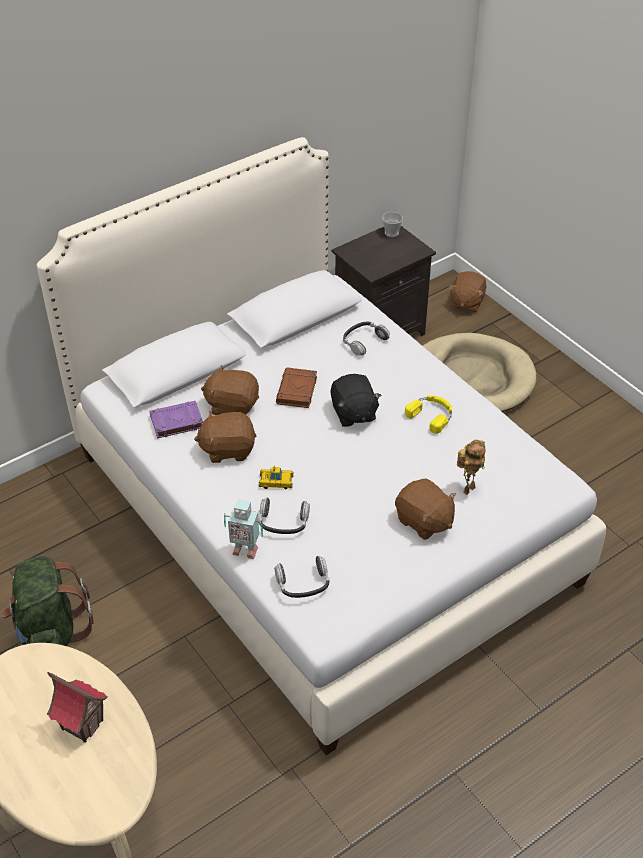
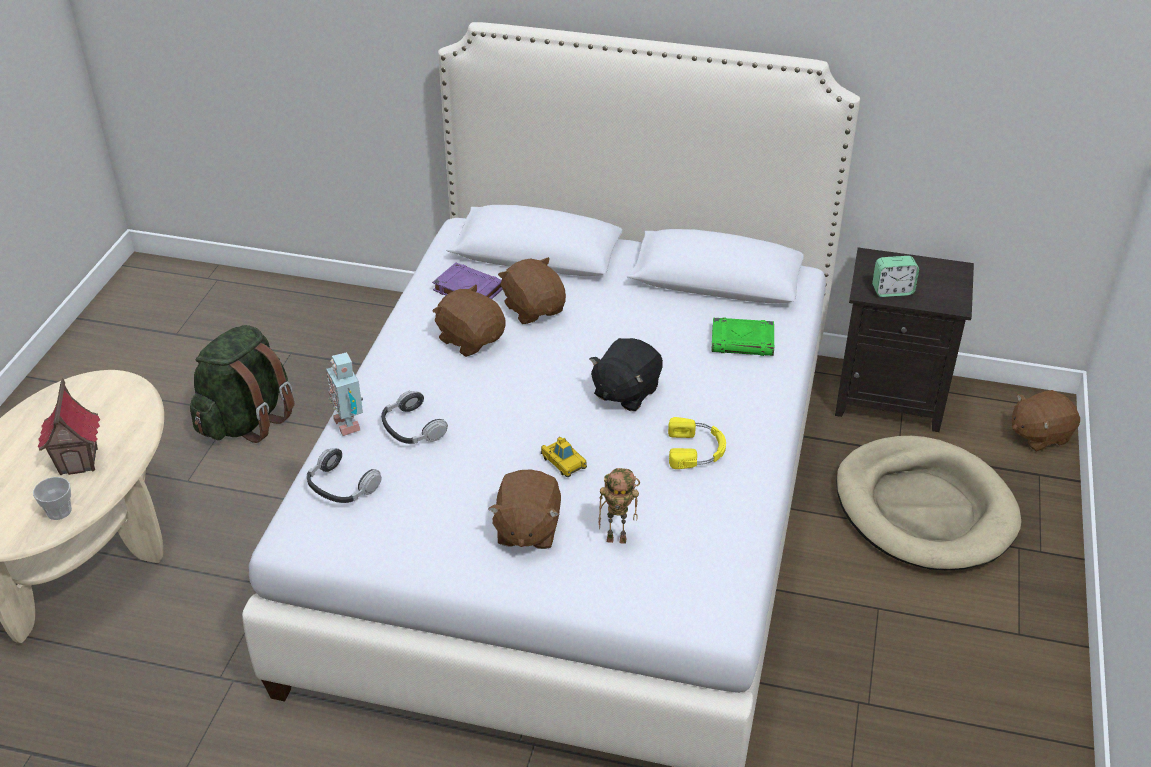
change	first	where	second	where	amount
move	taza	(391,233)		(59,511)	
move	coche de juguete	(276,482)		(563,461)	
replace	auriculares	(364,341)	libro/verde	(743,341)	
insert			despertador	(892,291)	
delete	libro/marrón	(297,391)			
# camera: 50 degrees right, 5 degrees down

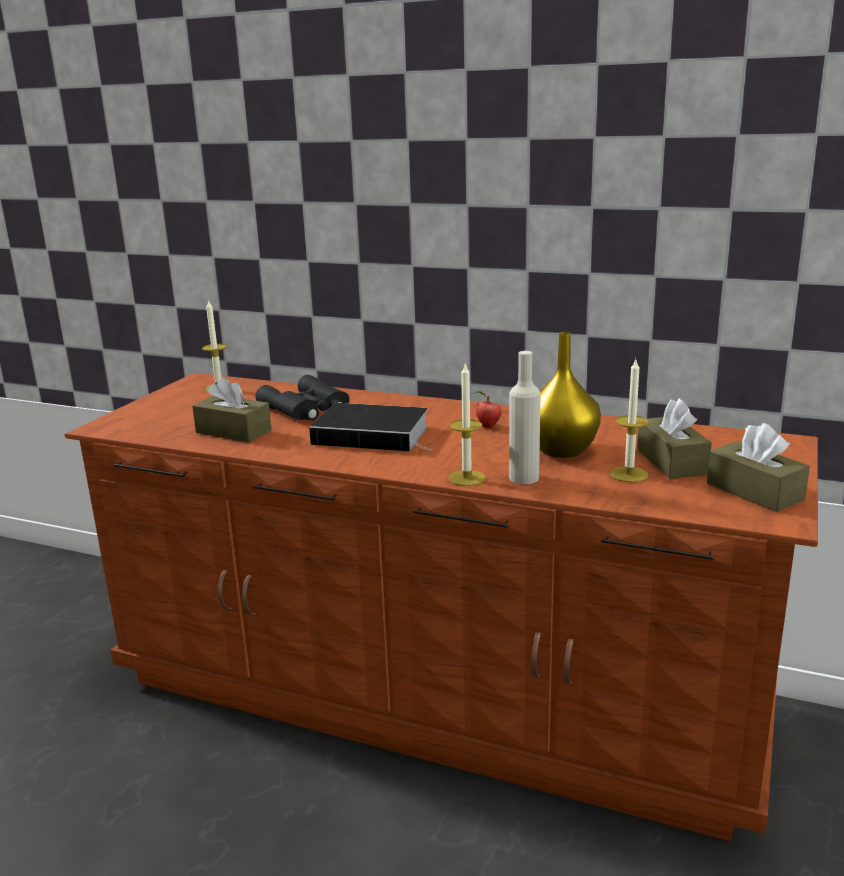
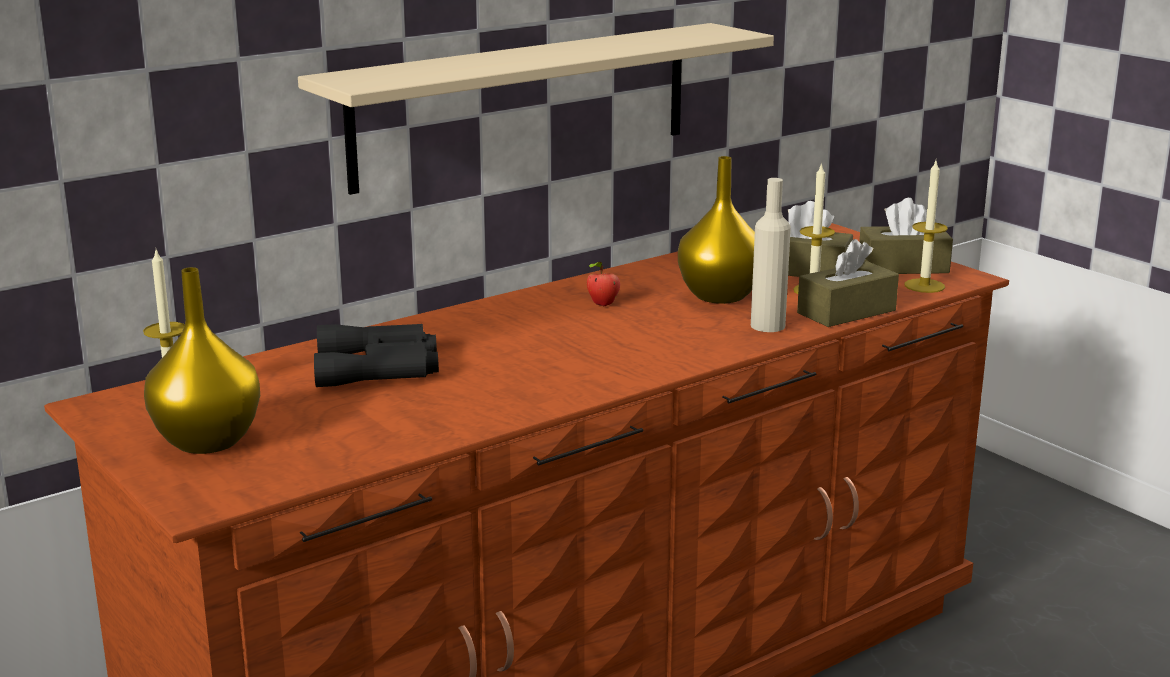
change	first	where	second	where	amount
insert			florero/amarillo	(205,442)	
insert			estante/beis	(524,104)	
move	caja de pañuelos/marrón	(233,432)		(846,312)	
move	vela	(467,478)		(924,286)	
delete	libro	(374,434)			
# camera: 60 degrees left, 0 degrees up

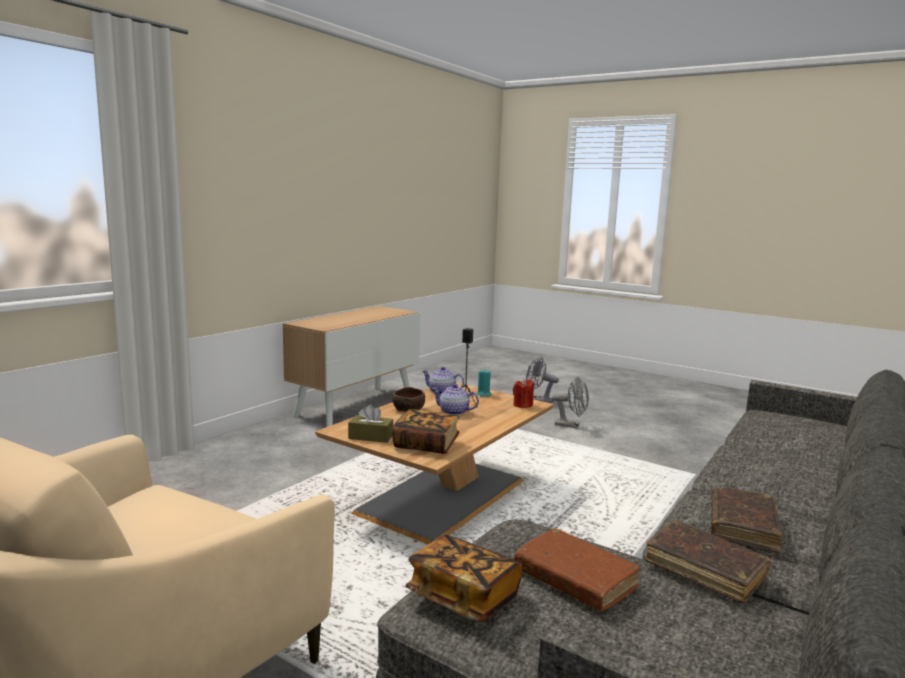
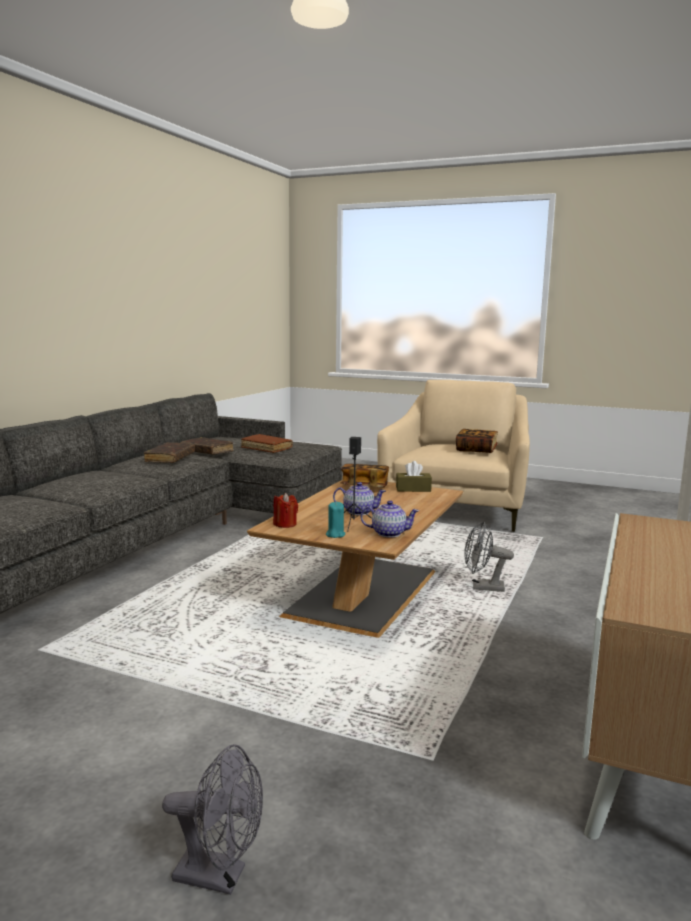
change	first	where	second	where	amount
move	libro	(463,597)		(476,450)	
move	ventilador/gris	(571,425)		(482,587)	
delete	cuenco/marrón	(408,409)			
# camera: 170 degrees right, 0 degrees up

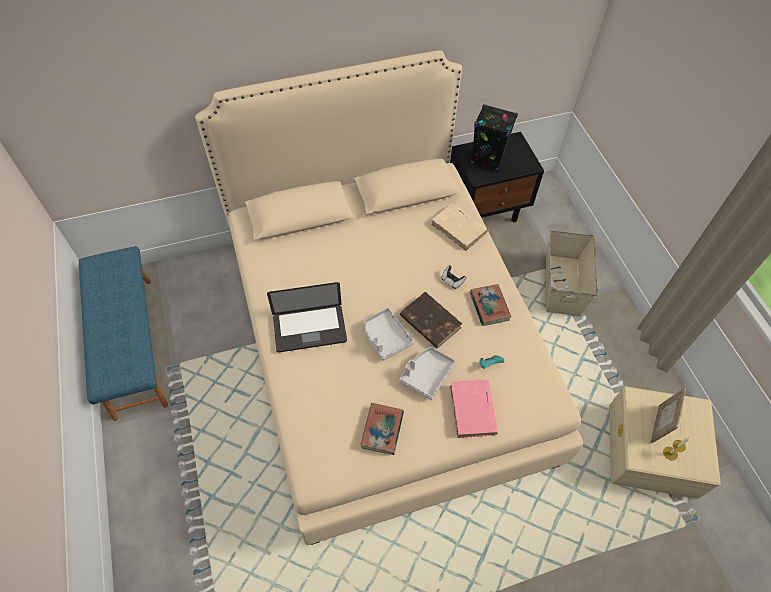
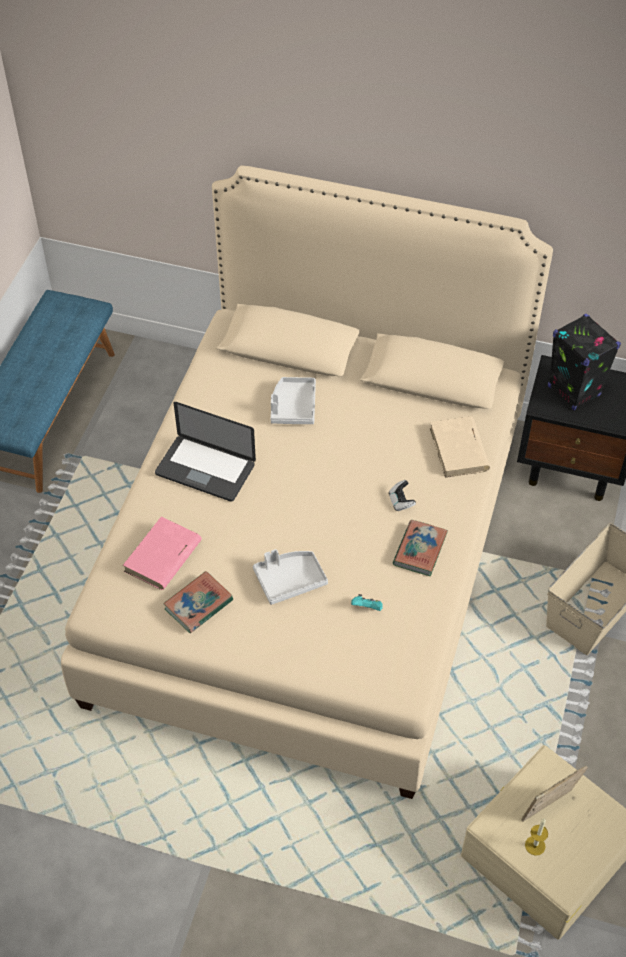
change	first	where	second	where	amount
move	libro/rosa	(473,410)		(162,557)	
move	bandeja/gris	(386,337)		(293,407)	
delete	libro/marrón	(429,321)			
# camera: 35 degrees right, 5 degrees down

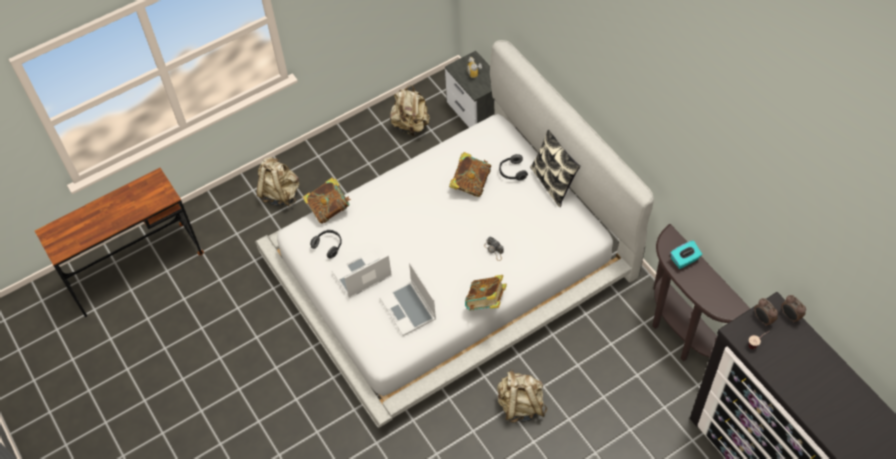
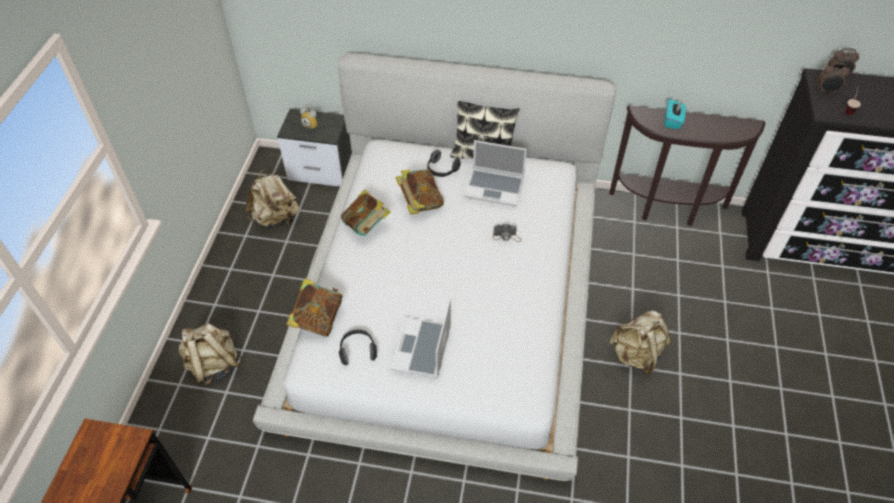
change	first	where	second	where	amount
move	libro	(485,302)		(366,226)	
move	portátil	(409,309)		(495,188)	
# camera: 50 degrees left, 5 degrees down

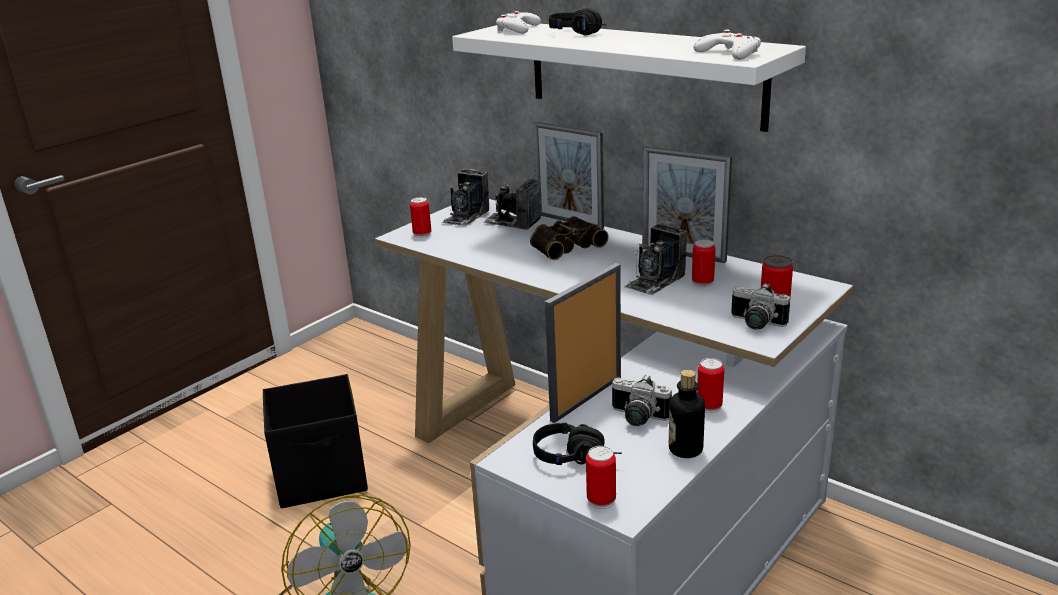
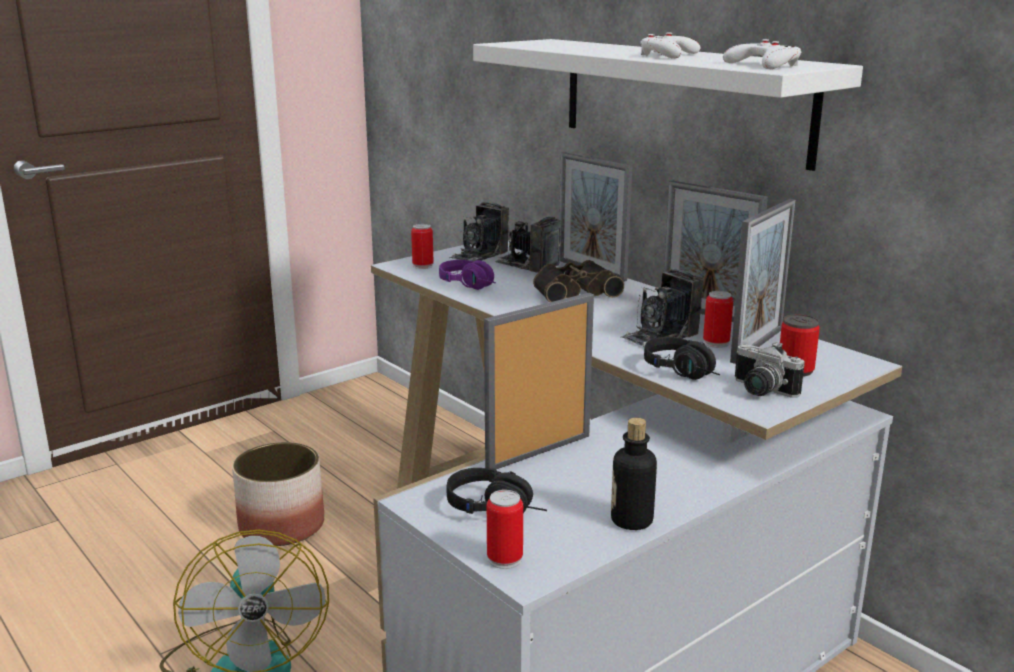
change	first	where	second	where	amount
replace	caja de almacenaje/negro	(323,476)	maceta	(282,526)	
insert			auriculares/morado	(472,285)	
move	mando de consola/blanco	(518,29)		(668,55)	
move	auriculares/negro	(581,33)		(686,373)	
insert			portarretratos	(757,345)	
delete	cámara	(637,418)			
delete	lata	(709,406)			
# camera: 10 degrees right, 5 degrees down

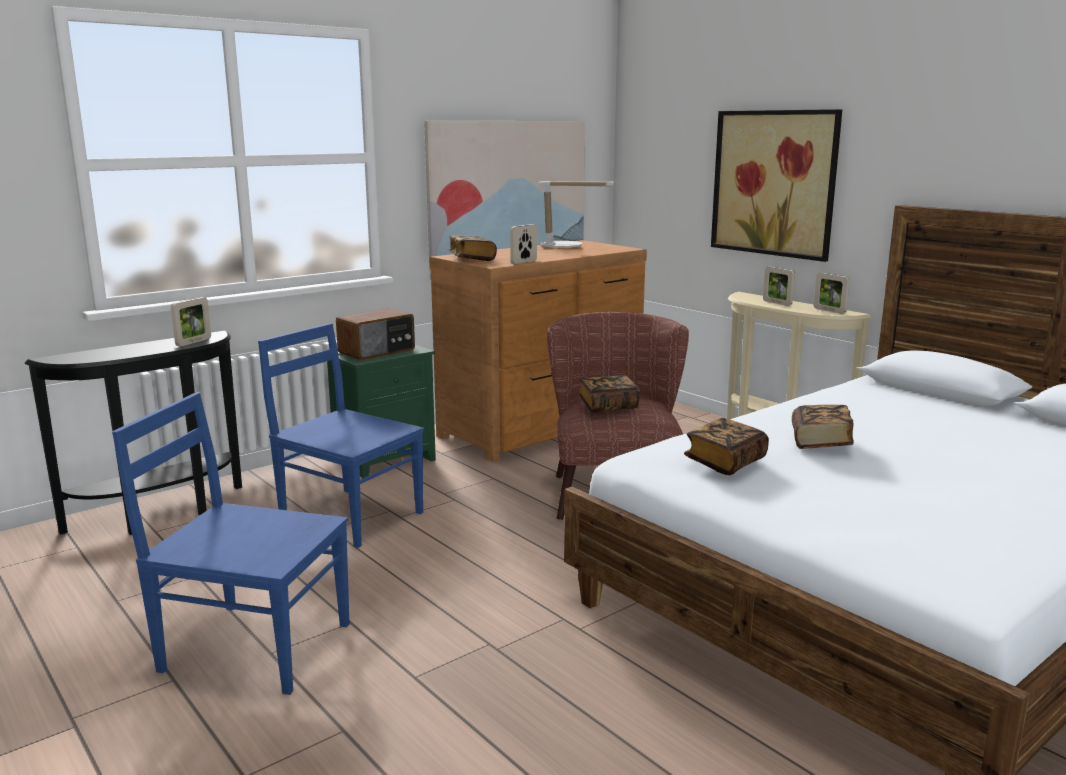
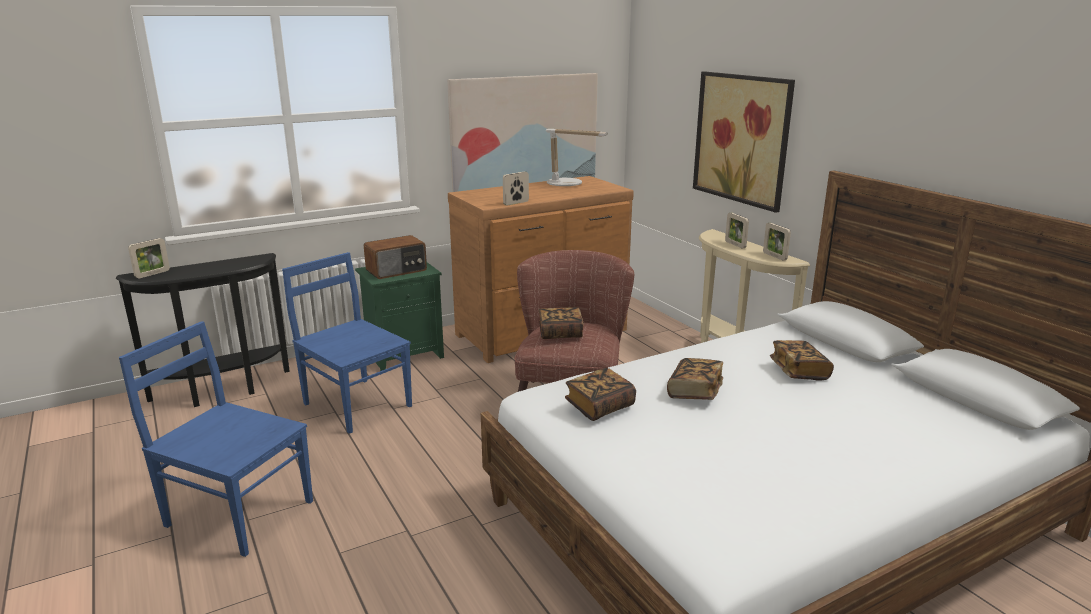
change	first	where	second	where	amount
move	portarretratos	(193,342)		(152,274)	
move	libro	(472,259)		(799,371)	
# camera: 10 degrees right, 5 degrees up

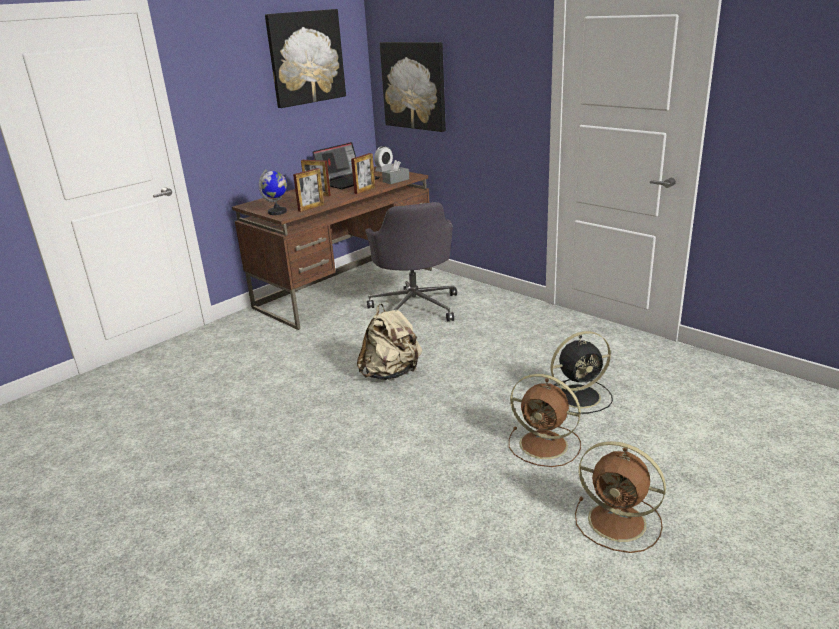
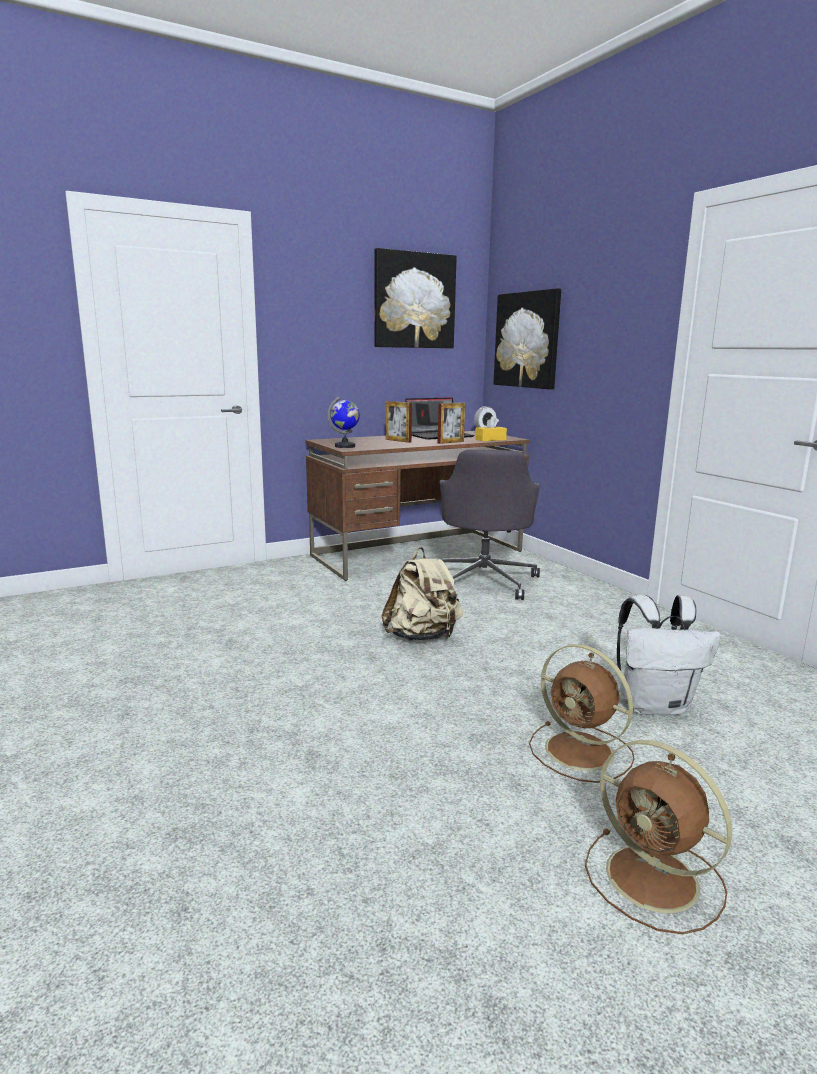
change	first	where	second	where	amount
recolor	caja de pañuelos/gris	(396,180)	caja de pañuelos/amarillo	(490,439)	
replace	ventilador/negro	(580,396)	mochila/blanco	(655,705)	
delete	portarretratos	(311,208)			
# camera: 15 degrees right, 10 degrees down

